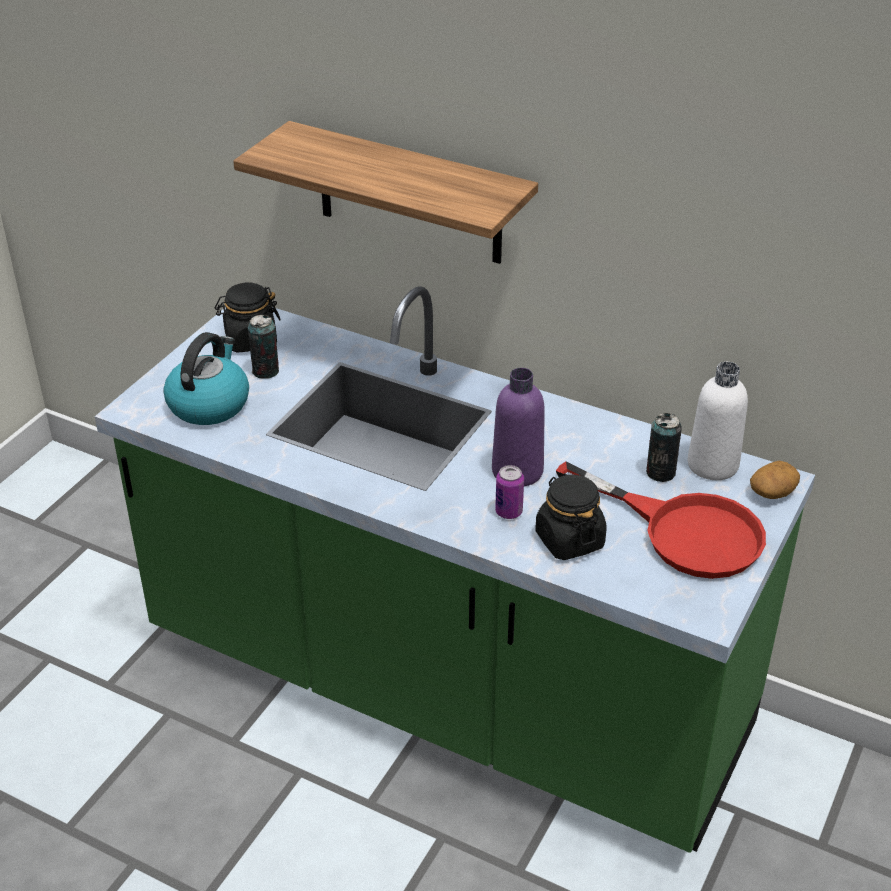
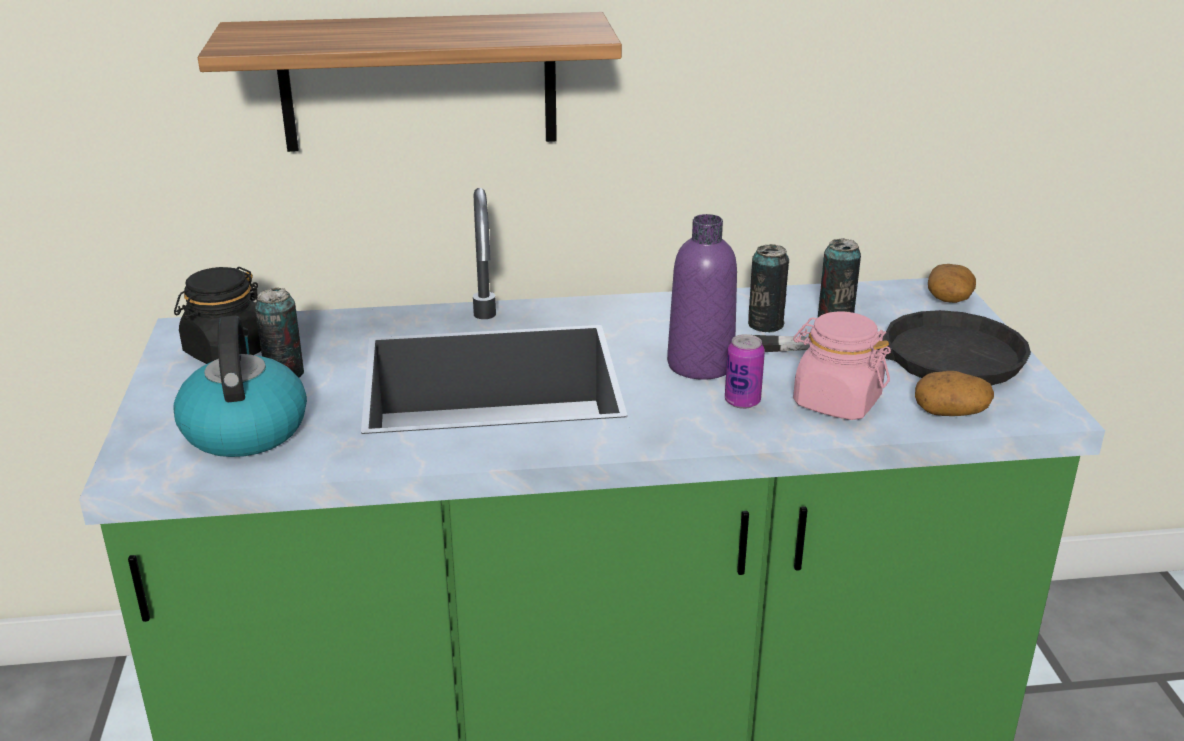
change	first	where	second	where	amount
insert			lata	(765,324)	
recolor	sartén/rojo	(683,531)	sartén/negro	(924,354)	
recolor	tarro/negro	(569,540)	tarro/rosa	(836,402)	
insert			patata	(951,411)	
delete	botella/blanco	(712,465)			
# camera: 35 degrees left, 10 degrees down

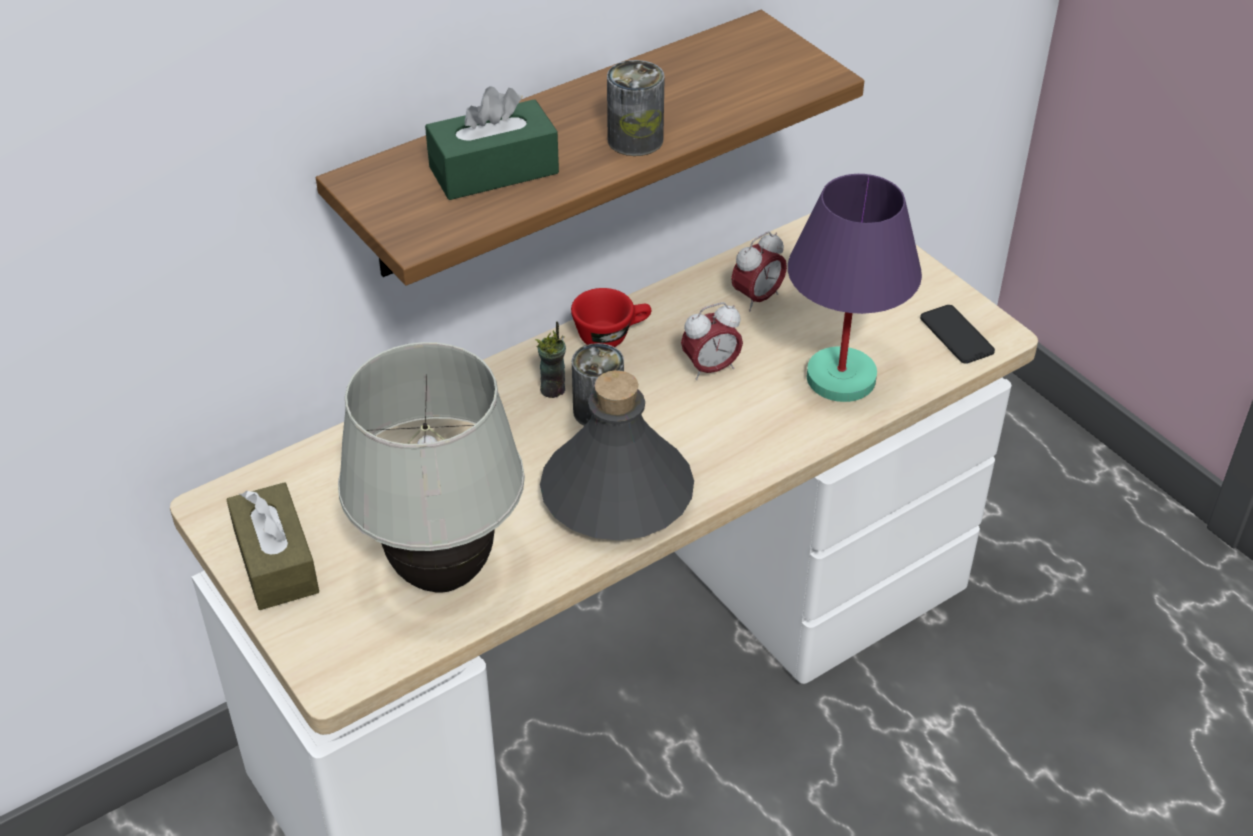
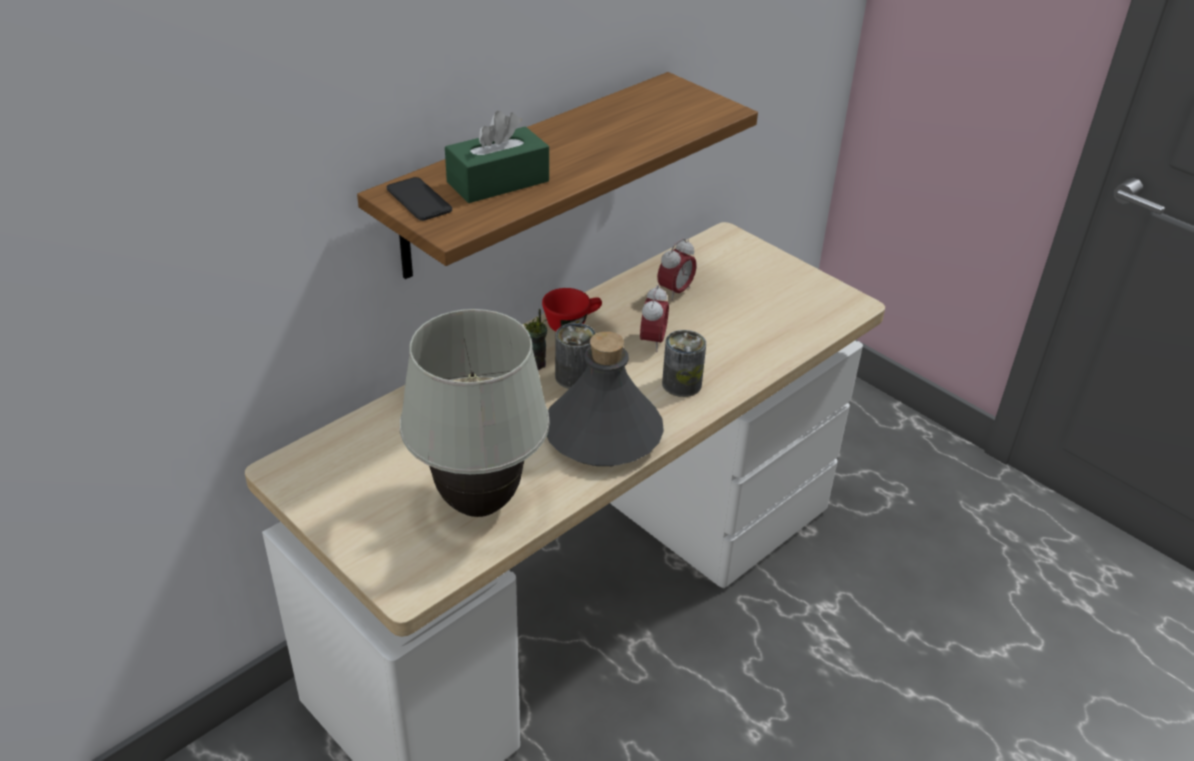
change	first	where	second	where	amount
move	móvil	(956,335)		(419,200)	
rotate	despertador	(710,369)		(652,341)	45 degrees counterclockwise
move	lata	(635,139)		(681,384)	
delete	caja de pañuelos/marrón	(276,561)			
delete	lámpara de mesa/morado	(842,377)			
# camera: 10 degrees left, 5 degrees down

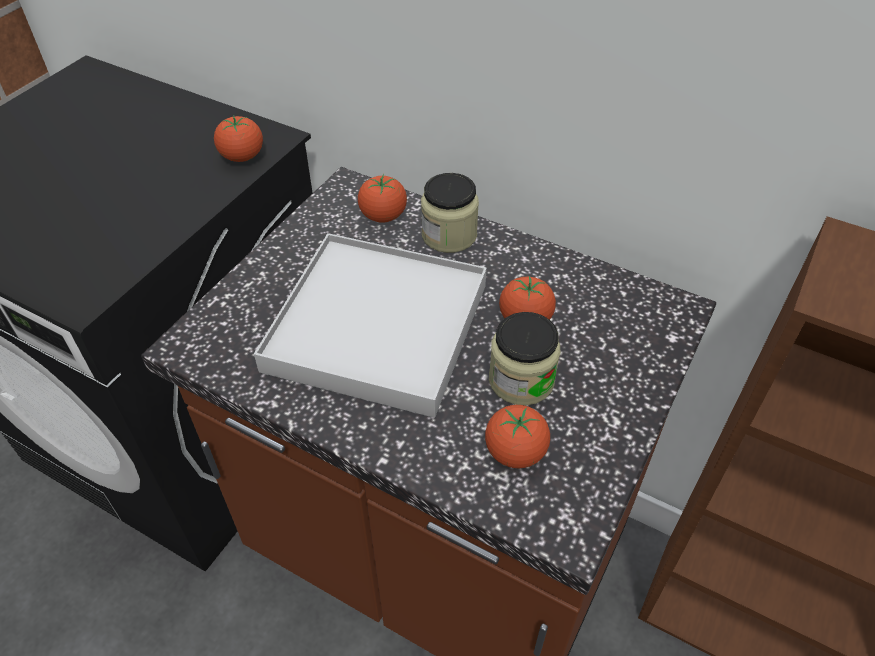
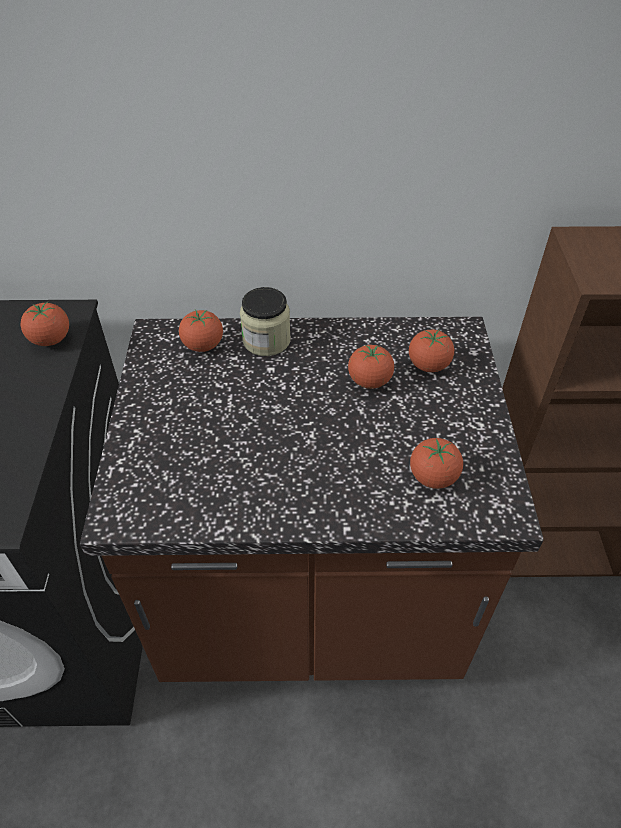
change	first	where	second	where	amount
insert			tomate	(428,365)	
delete	bandeja/blanco	(377,326)			
delete	tarro	(521,380)			
# camera: 30 degrees left, 0 degrees up

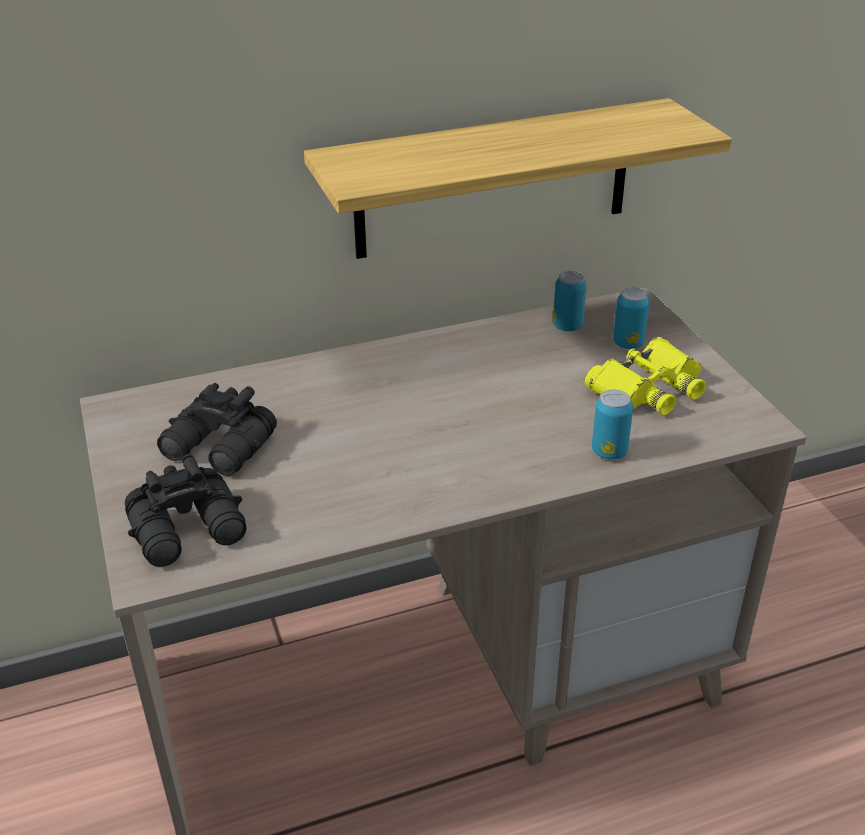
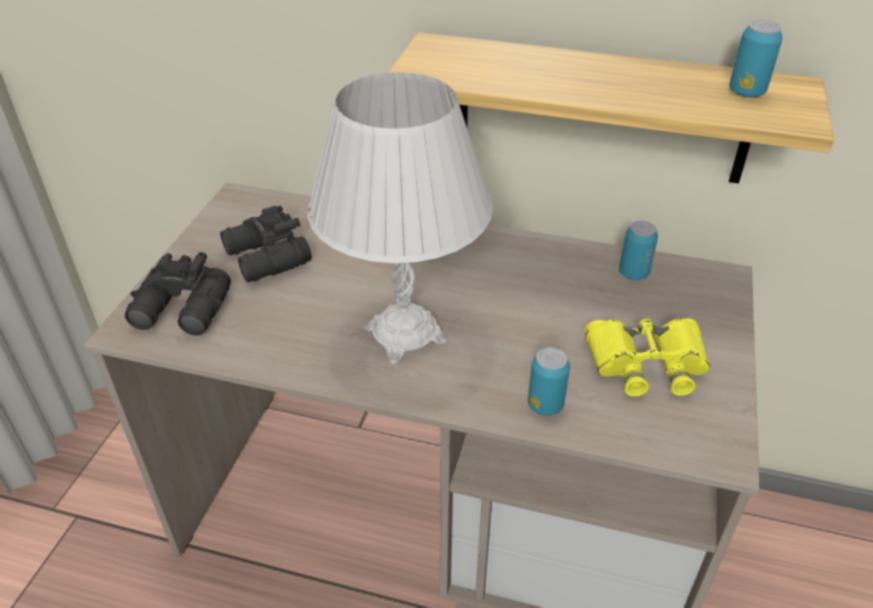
change	first	where	second	where	amount
insert			lámpara de mesa/blanco	(404,335)	
move	lata	(628,343)		(746,92)	
# camera: 35 degrees right, 5 degrees up

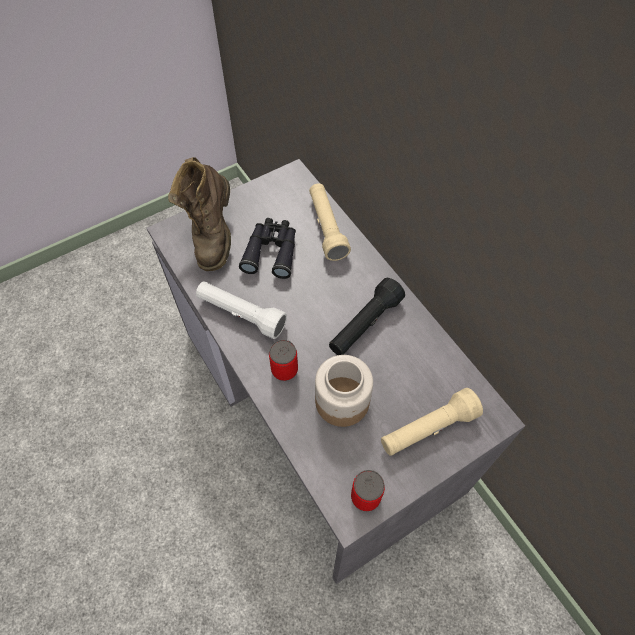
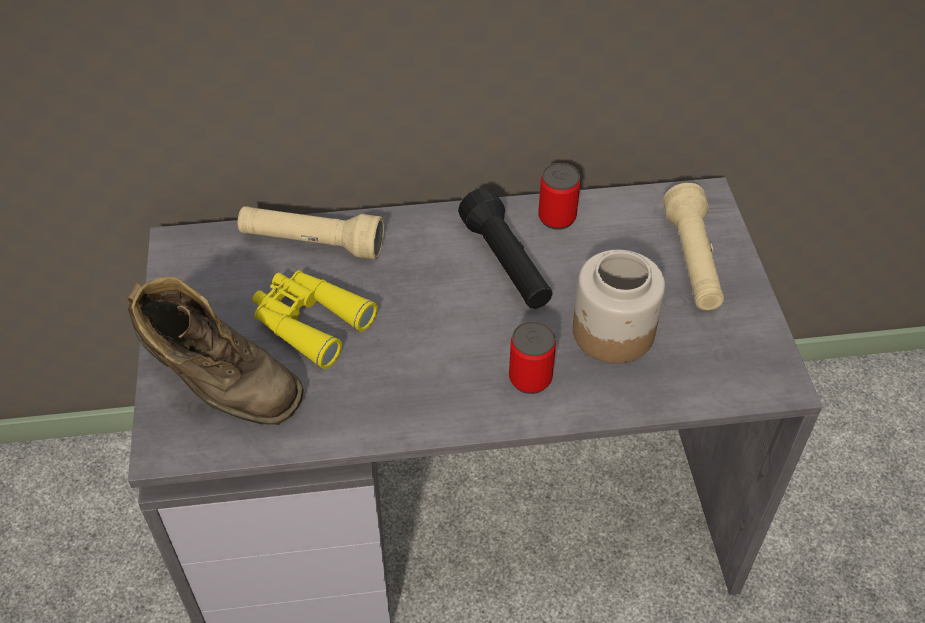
change	first	where	second	where	amount
recolor	prismáticos/negro	(271,251)	prismáticos/amarillo	(309,322)	
move	lata	(365,496)		(557,217)	
delete	linterna/blanco	(241,314)			
# camera: 65 degrees left, 10 degrees down

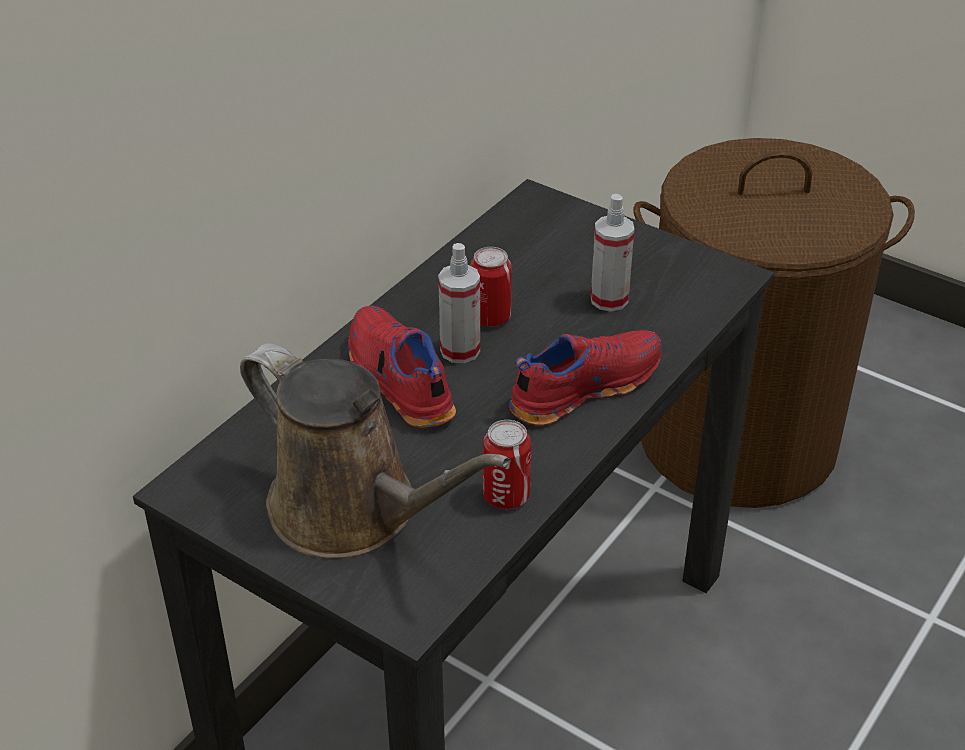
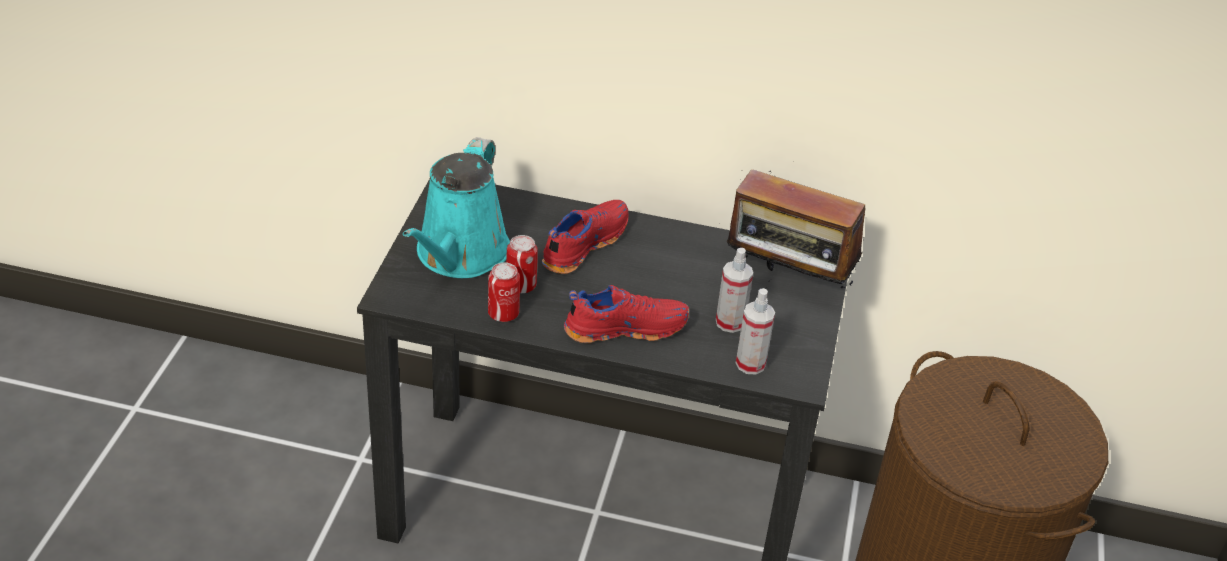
change	first	where	second	where	amount
recolor	regadera/marrón	(354,511)	regadera/turquesa	(459,255)	
move	lata	(490,317)		(521,285)	
rotate	zapato/rojo	(583,387)		(625,327)	45 degrees counterclockwise
insert			radio	(787,282)	
move	pulverizador	(460,350)		(750,364)	
# camera: 65 degrees right, 0 degrees up

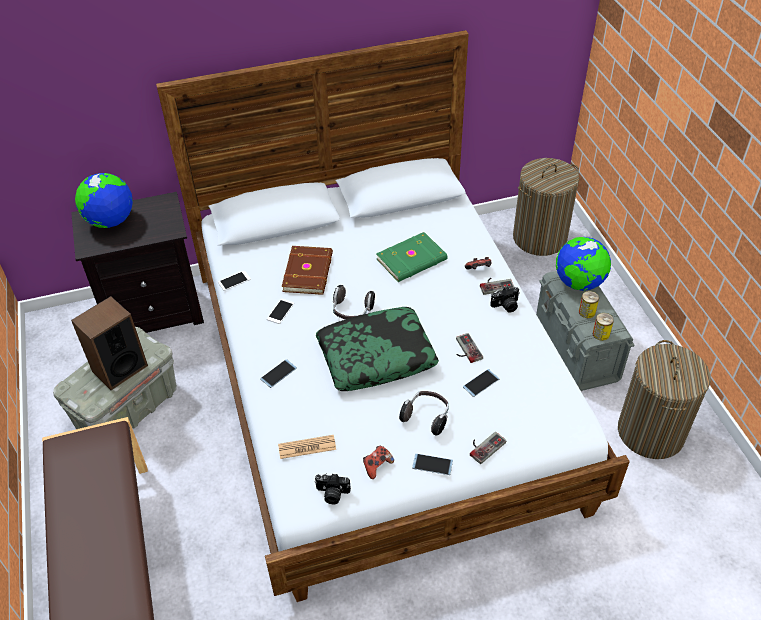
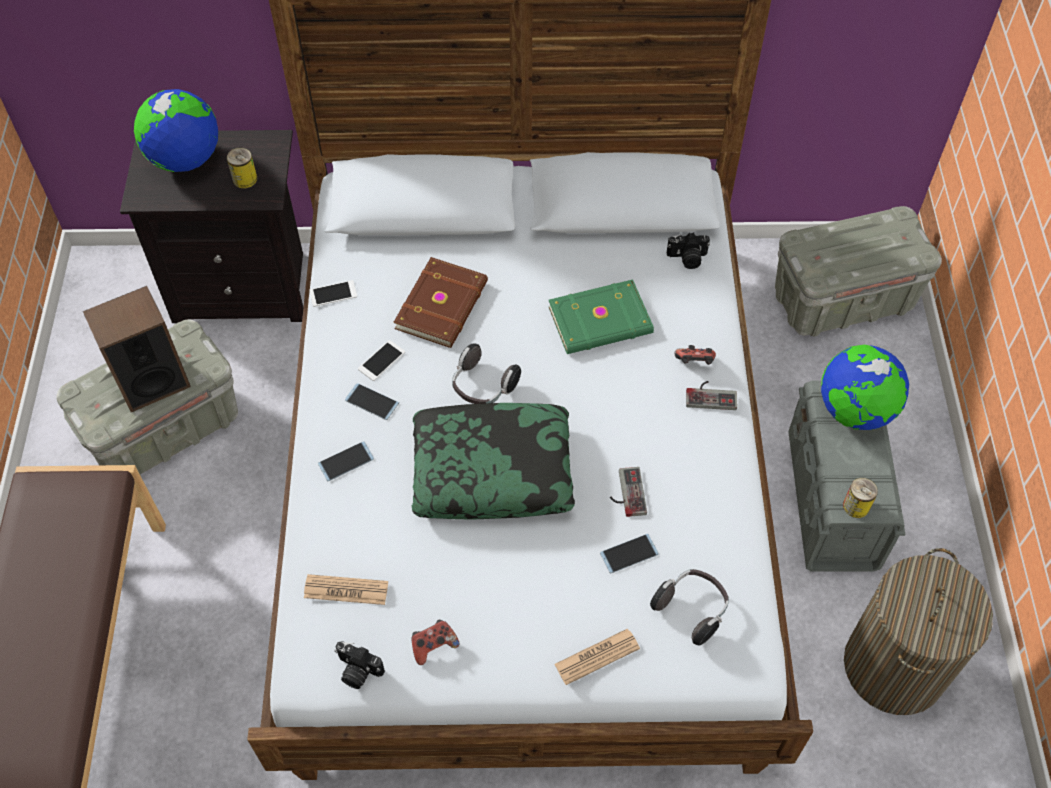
change	first	where	second	where	amount
move	lata	(587,312)		(245,179)	
move	móvil	(432,464)		(371,402)	
replace	mando de consola	(484,445)	periódico	(597,656)	
move	auriculares	(426,417)		(692,609)	
move	cámara	(506,306)		(687,258)	
replace	cesto de la ropa	(539,238)	caja de almacenaje/gris	(843,299)	
# camera: 15 degrees right, 10 degrees up

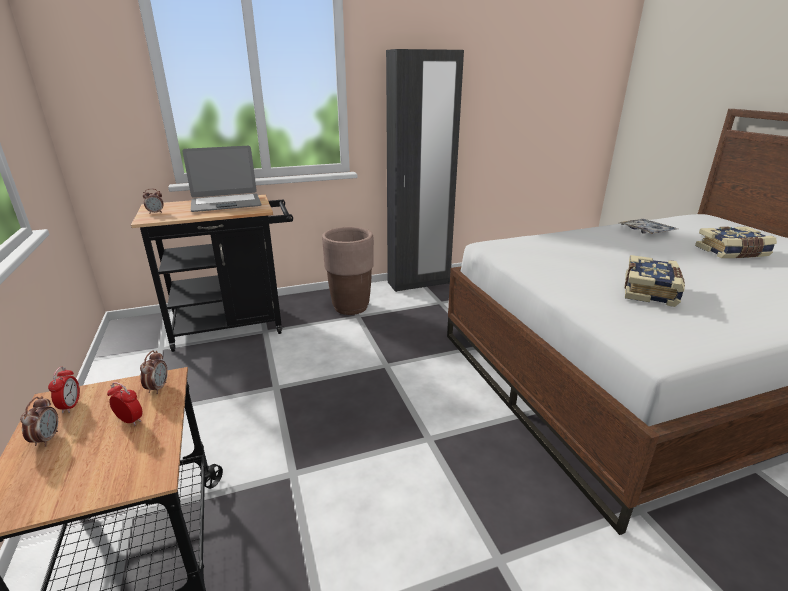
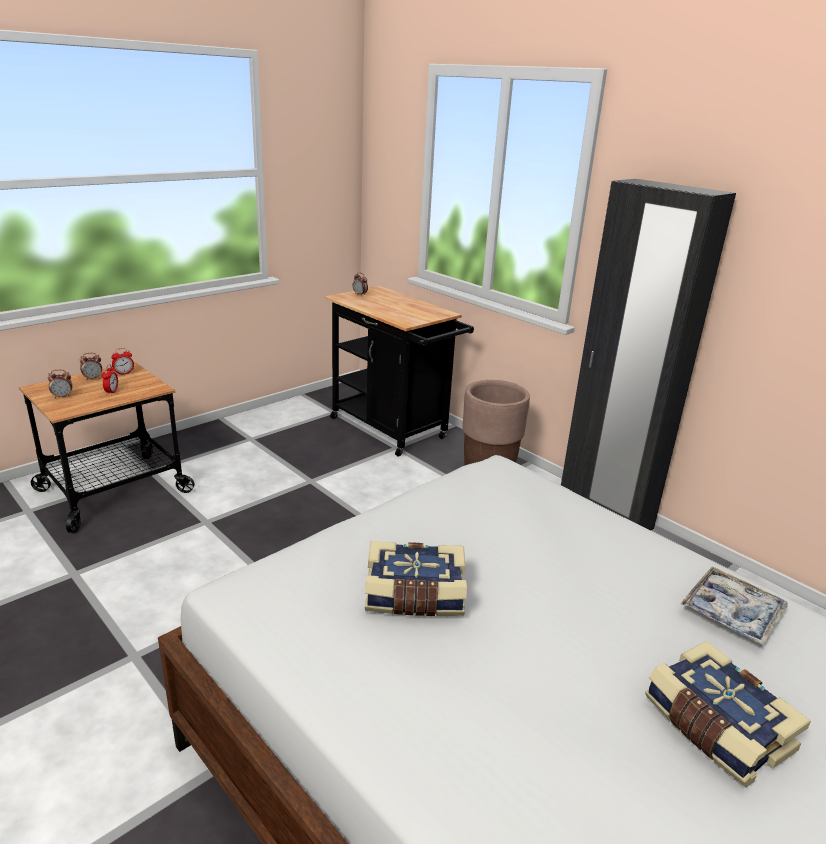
change	first	where	second	where	amount
move	despertador	(158,388)		(62,396)	
delete	portátil	(226,204)			
# camera: 65 degrees right, 0 degrees up

